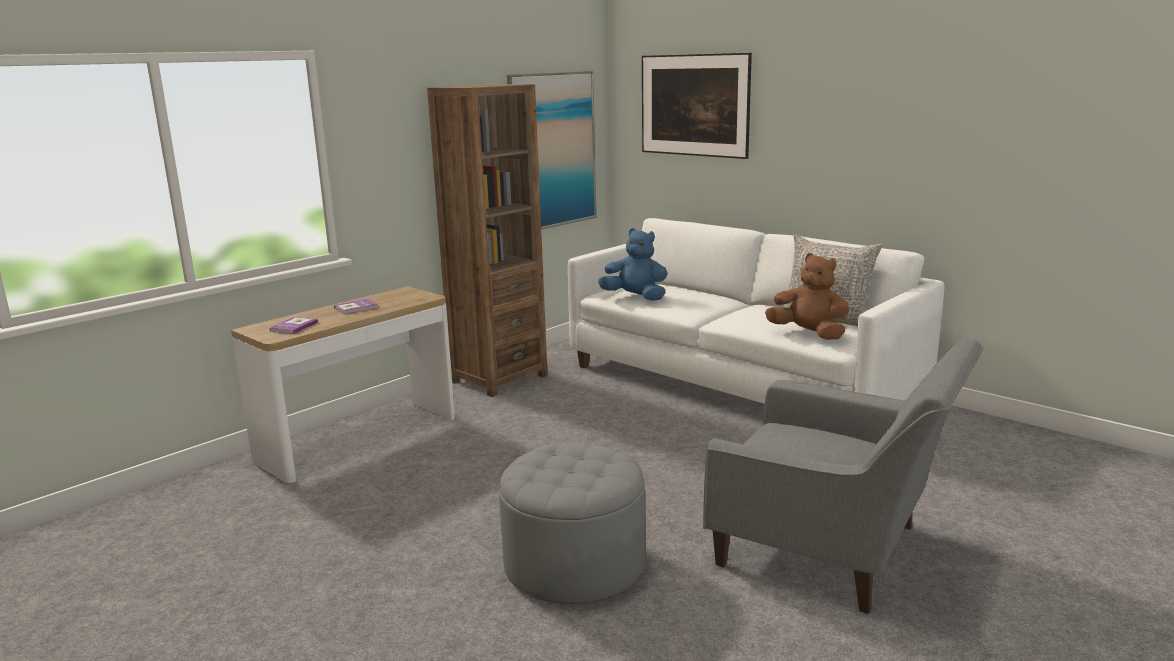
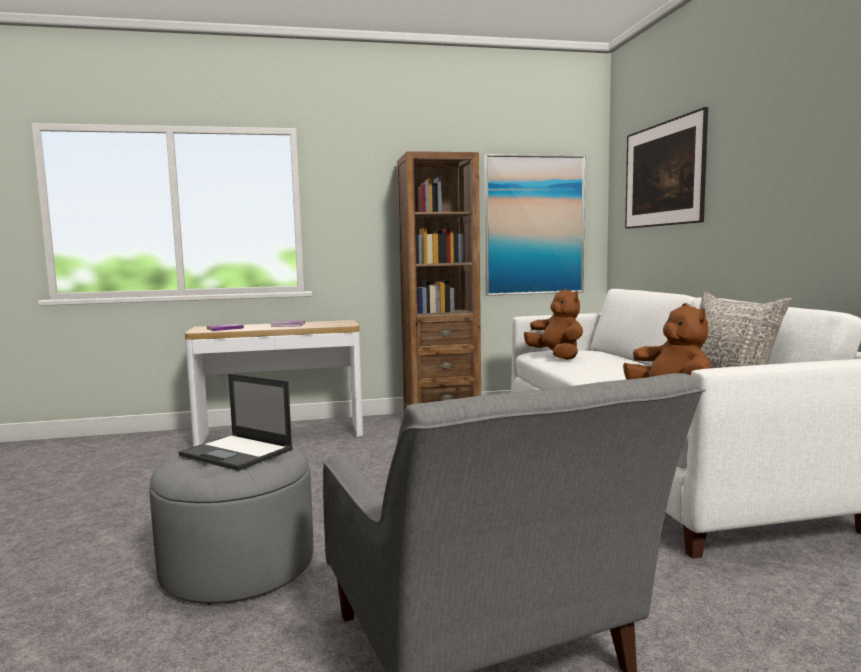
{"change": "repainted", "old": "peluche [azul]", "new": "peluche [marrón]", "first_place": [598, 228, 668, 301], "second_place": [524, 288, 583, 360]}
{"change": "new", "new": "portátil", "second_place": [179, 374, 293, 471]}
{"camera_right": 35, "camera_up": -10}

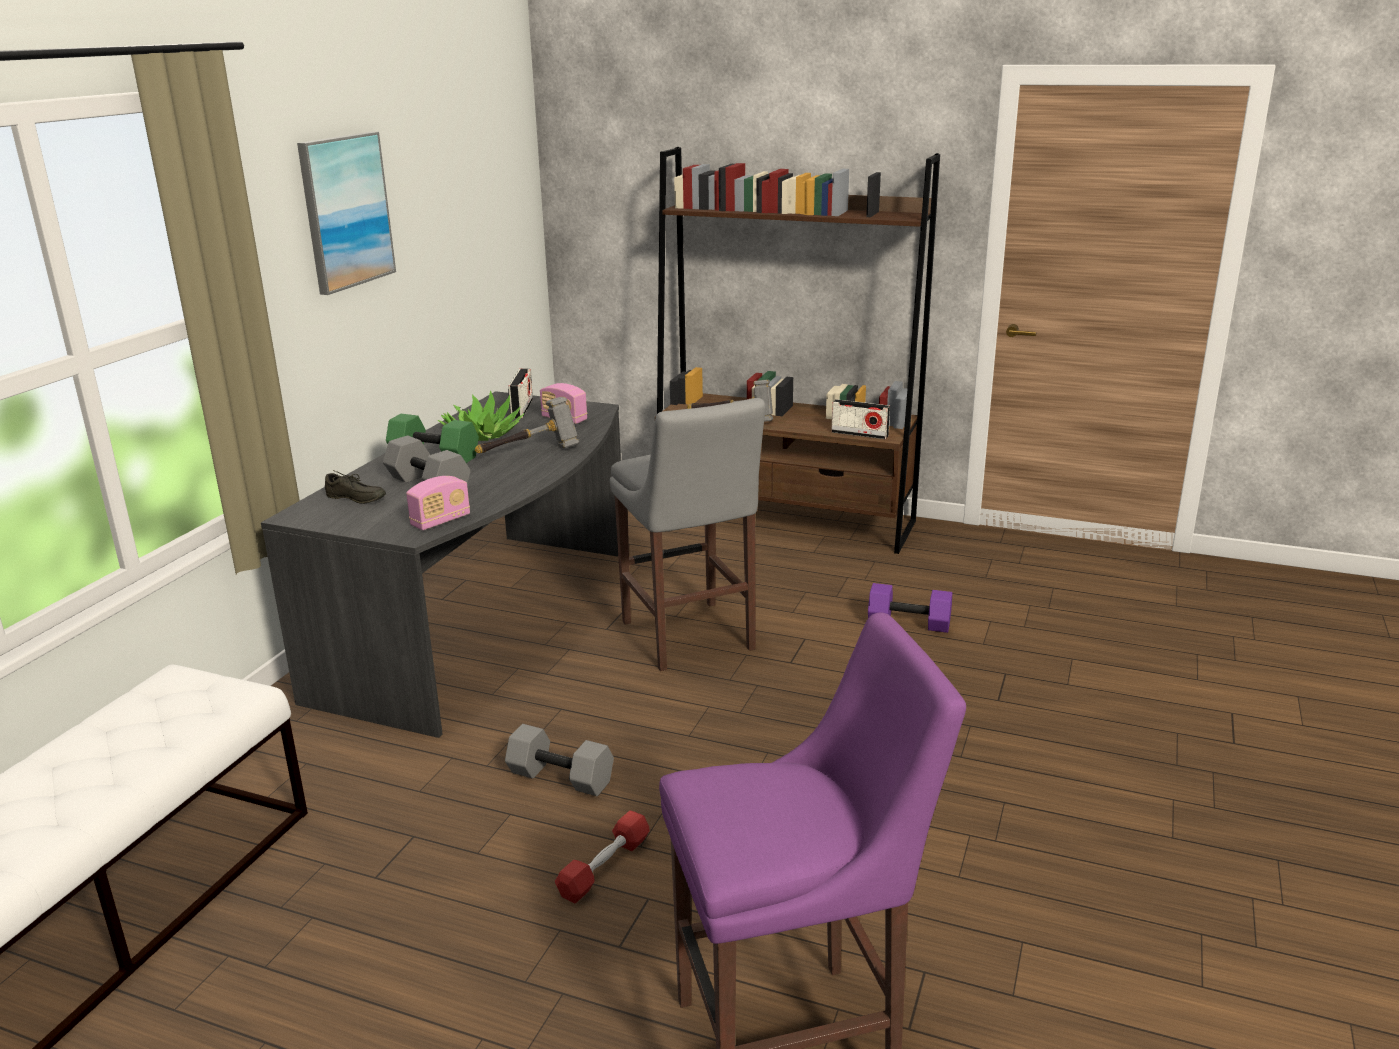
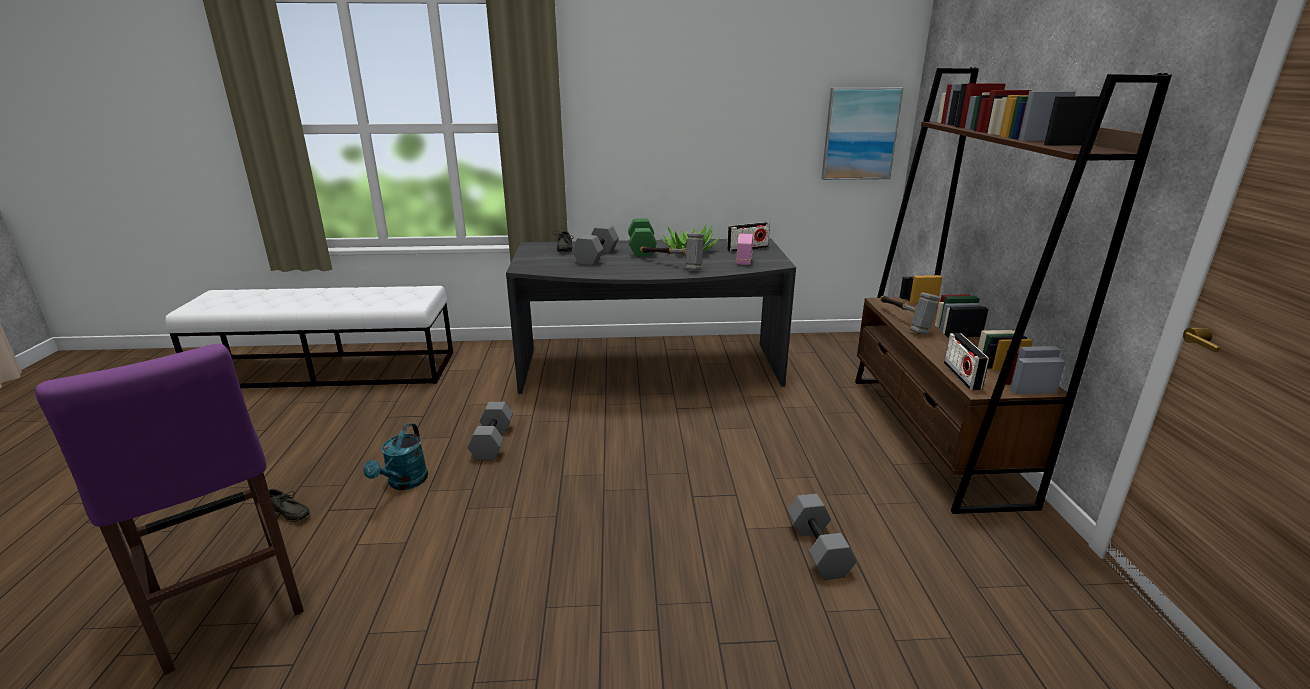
{"change": "shifted", "old": "cuadro", "first_place": [297, 132, 396, 295], "second_place": [821, 88, 904, 180]}
{"change": "gone", "old": "taburete [gris]", "first_place": [610, 398, 765, 671]}
{"change": "gone", "old": "radio", "first_place": [406, 476, 470, 530]}
{"change": "repainted", "old": "mancuerna [morado]", "new": "mancuerna [gris]", "first_place": [868, 583, 952, 633], "second_place": [788, 494, 857, 580]}
{"change": "swapped", "old": "mancuerna [rojo]", "new": "regadera [turquesa]", "first_place": [555, 810, 650, 903], "second_place": [363, 423, 428, 490]}
{"change": "new", "new": "zapato [gris]", "second_place": [269, 489, 310, 522]}
{"camera_right": 65, "camera_up": 0}

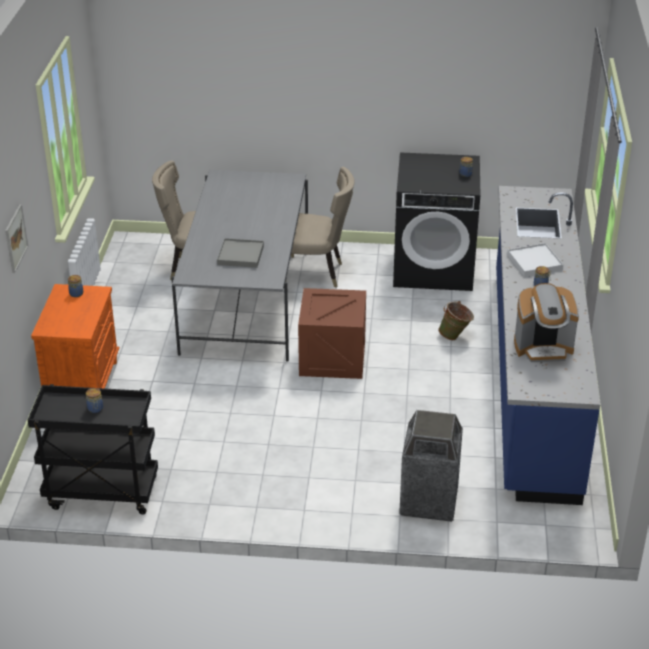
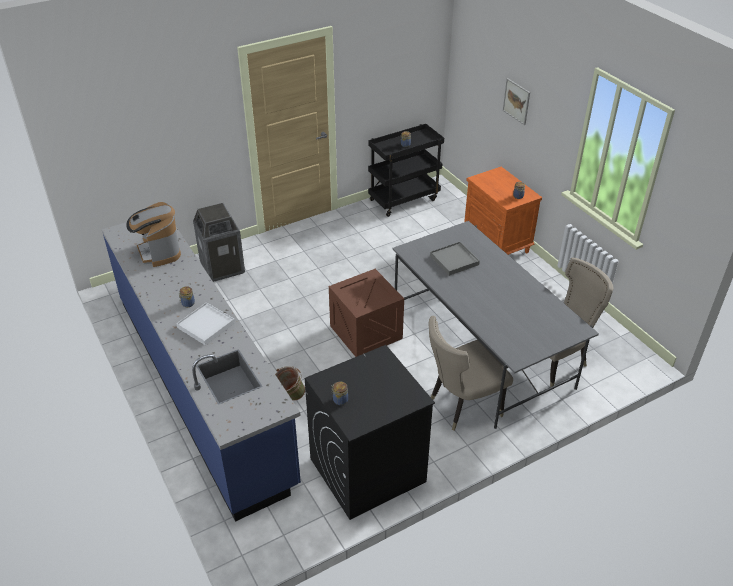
{"change": "rotated", "old": "cafetera", "first_place": [514, 283, 579, 362], "second_place": [126, 202, 181, 267], "degrees": -75}
{"camera_right": 145, "camera_up": 5}

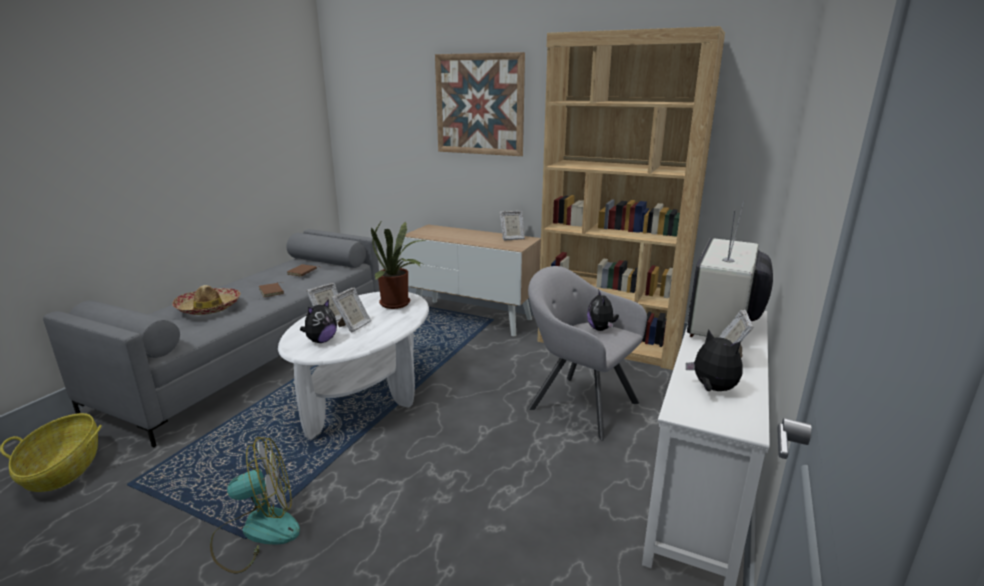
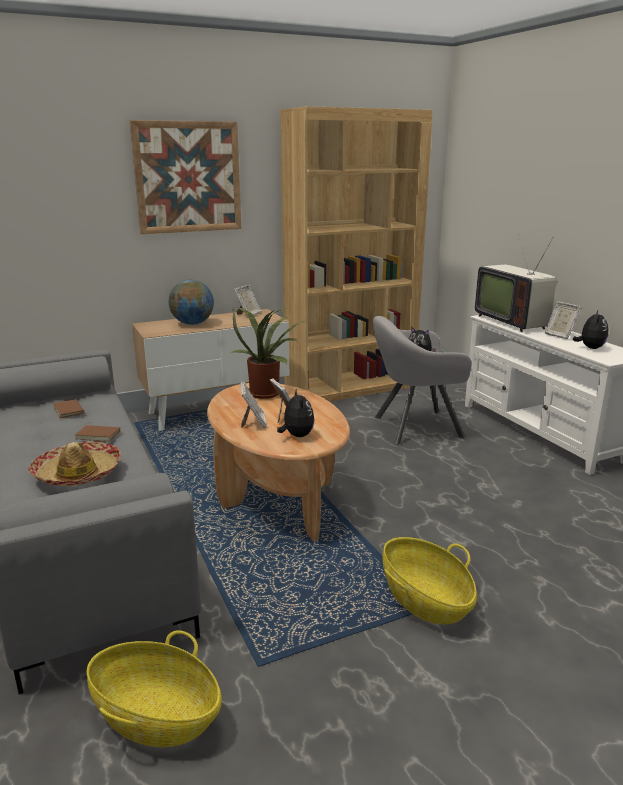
{"change": "repainted", "old": "mesa de centro [blanco]", "new": "mesa de centro [marrón]", "first_place": [278, 292, 429, 440], "second_place": [207, 383, 350, 542]}
{"change": "rotated", "old": "peluche", "first_place": [686, 329, 742, 391], "second_place": [573, 309, 608, 349], "degrees": 105}
{"change": "swapped", "old": "ventilador", "new": "cesta", "first_place": [210, 437, 300, 574], "second_place": [383, 537, 477, 624]}
{"change": "new", "new": "globo terráqueo", "second_place": [169, 280, 214, 325]}
{"camera_right": -50, "camera_up": 0}

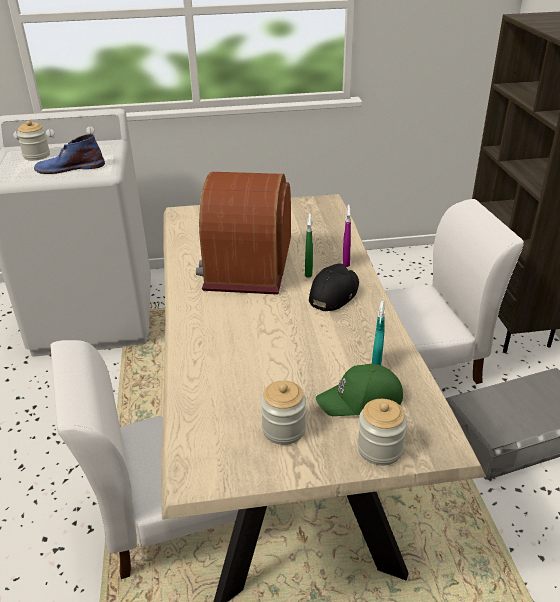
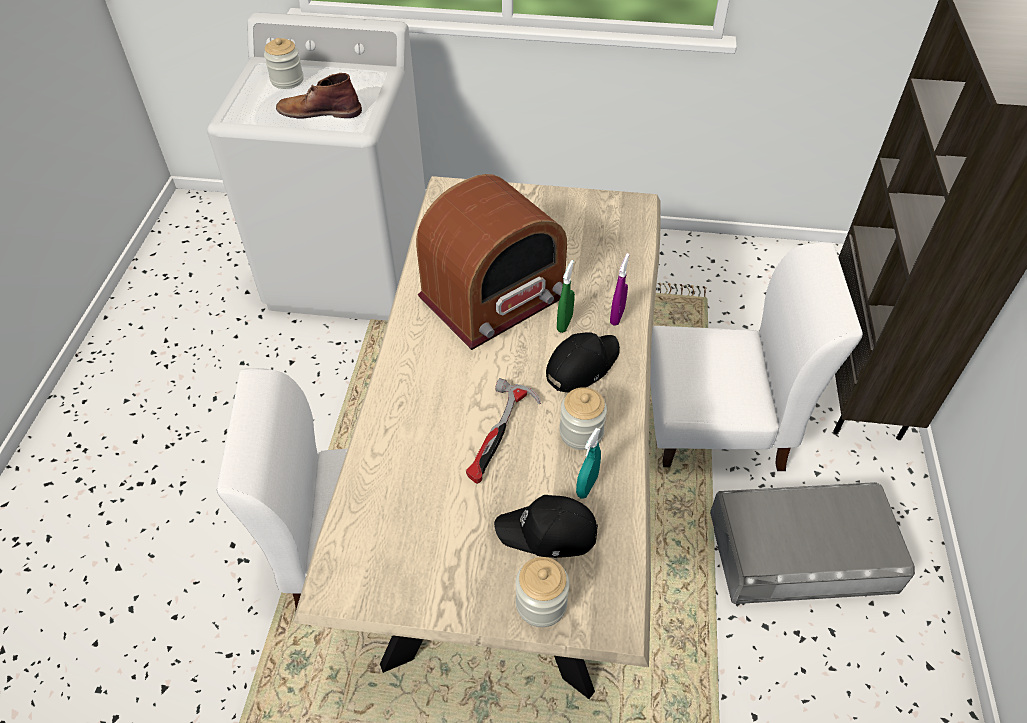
{"change": "repainted", "old": "bota [azul]", "new": "bota [marrón]", "first_place": [34, 134, 105, 174], "second_place": [276, 73, 362, 119]}
{"change": "rotated", "old": "radio", "first_place": [196, 172, 291, 295], "second_place": [416, 174, 567, 350], "degrees": -150}
{"change": "repainted", "old": "gorra [verde]", "new": "gorra [negro]", "first_place": [316, 364, 403, 416], "second_place": [494, 495, 598, 558]}
{"change": "shifted", "old": "tarro", "first_place": [261, 381, 306, 445], "second_place": [559, 387, 607, 450]}
{"change": "new", "new": "martillo", "second_place": [466, 378, 541, 484]}
{"camera_right": 15, "camera_up": 15}

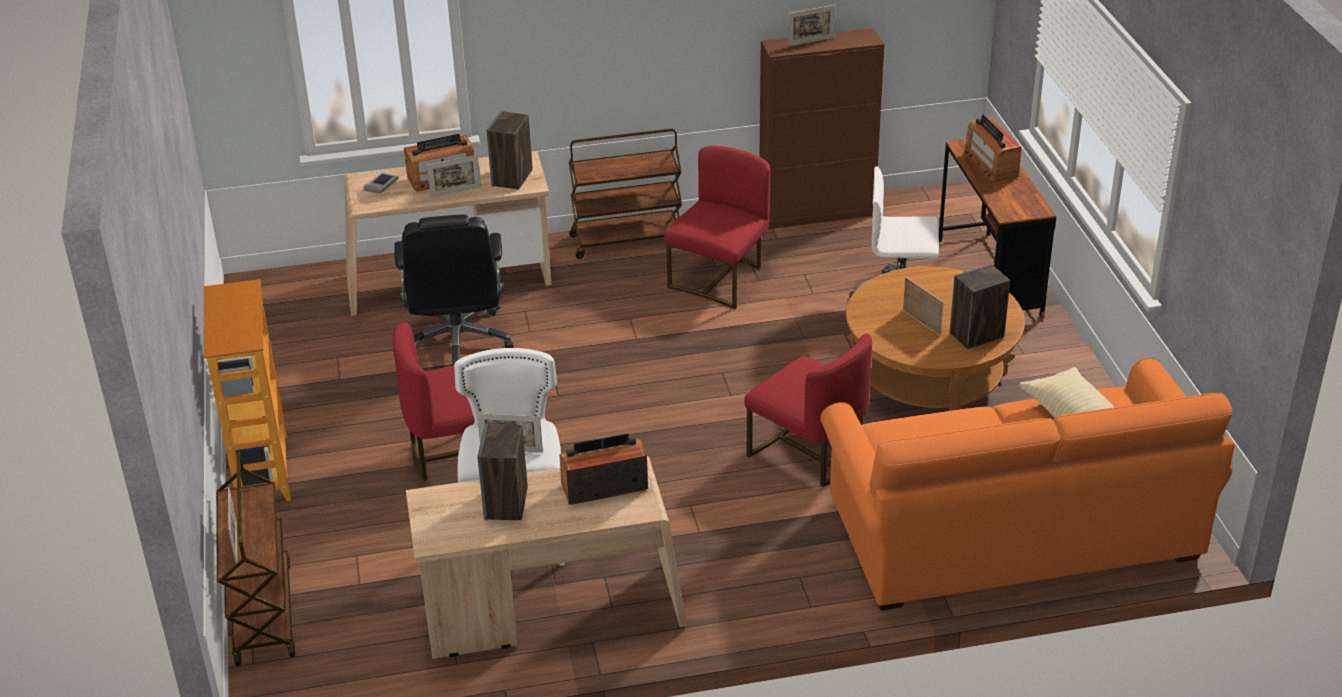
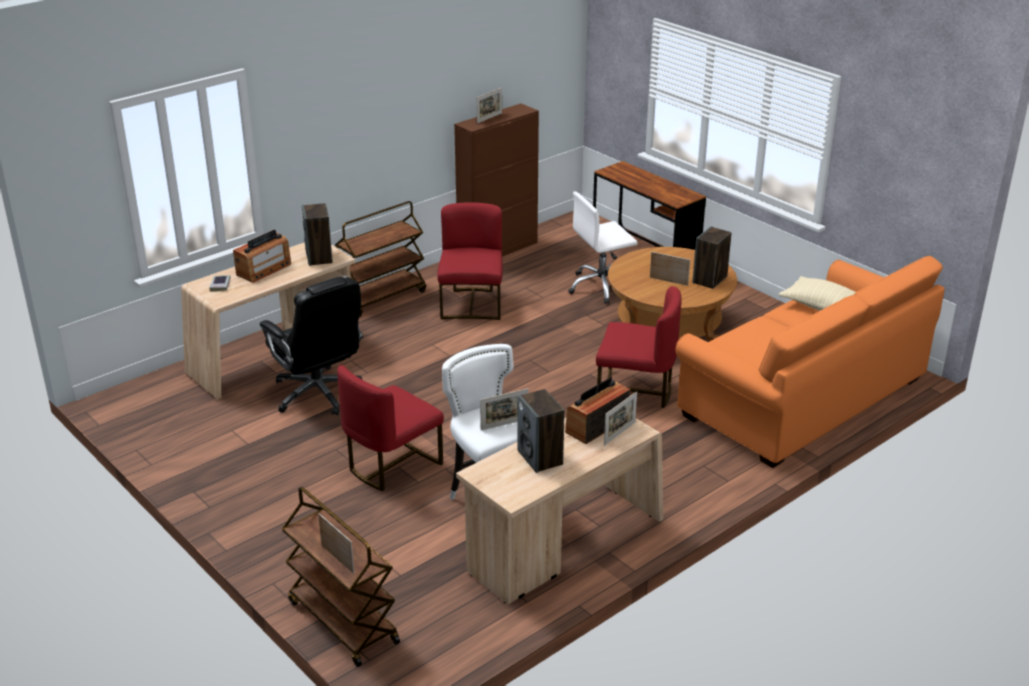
{"change": "gone", "old": "radio", "first_place": [963, 114, 1022, 182]}
{"change": "shifted", "old": "portarretratos", "first_place": [427, 155, 481, 198], "second_place": [604, 391, 637, 445]}
{"change": "gone", "old": "estantería", "first_place": [204, 279, 291, 501]}
{"camera_right": -30, "camera_up": -5}

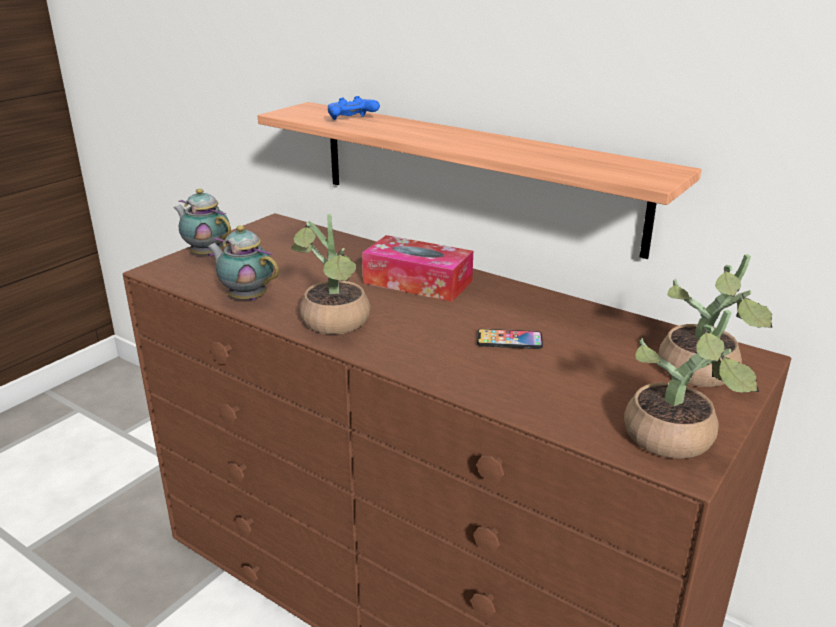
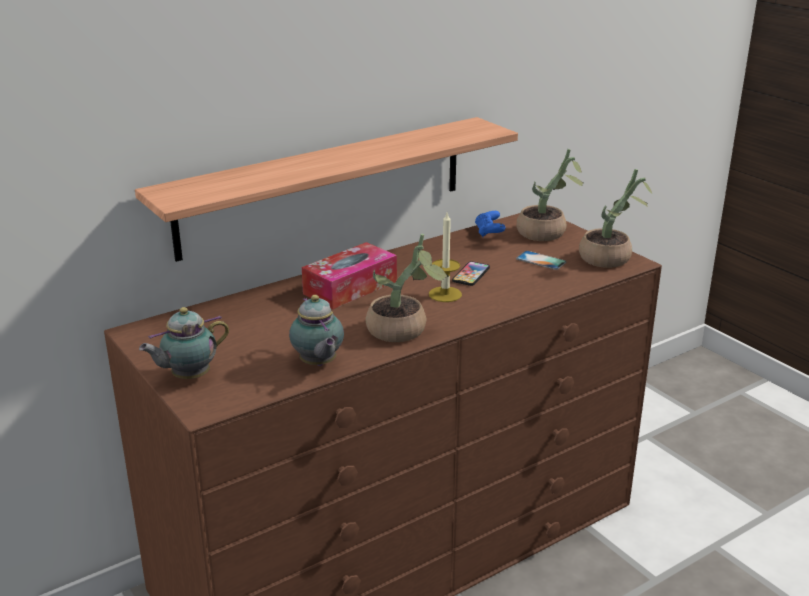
{"change": "shifted", "old": "mando de consola [azul]", "first_place": [328, 96, 380, 120], "second_place": [475, 211, 506, 237]}
{"change": "rotated", "old": "tetera", "first_place": [207, 225, 279, 301], "second_place": [289, 295, 344, 366], "degrees": -75}
{"change": "new", "new": "vela", "second_place": [429, 213, 462, 302]}
{"change": "new", "new": "móvil", "second_place": [516, 251, 567, 270]}
{"camera_right": -70, "camera_up": 0}

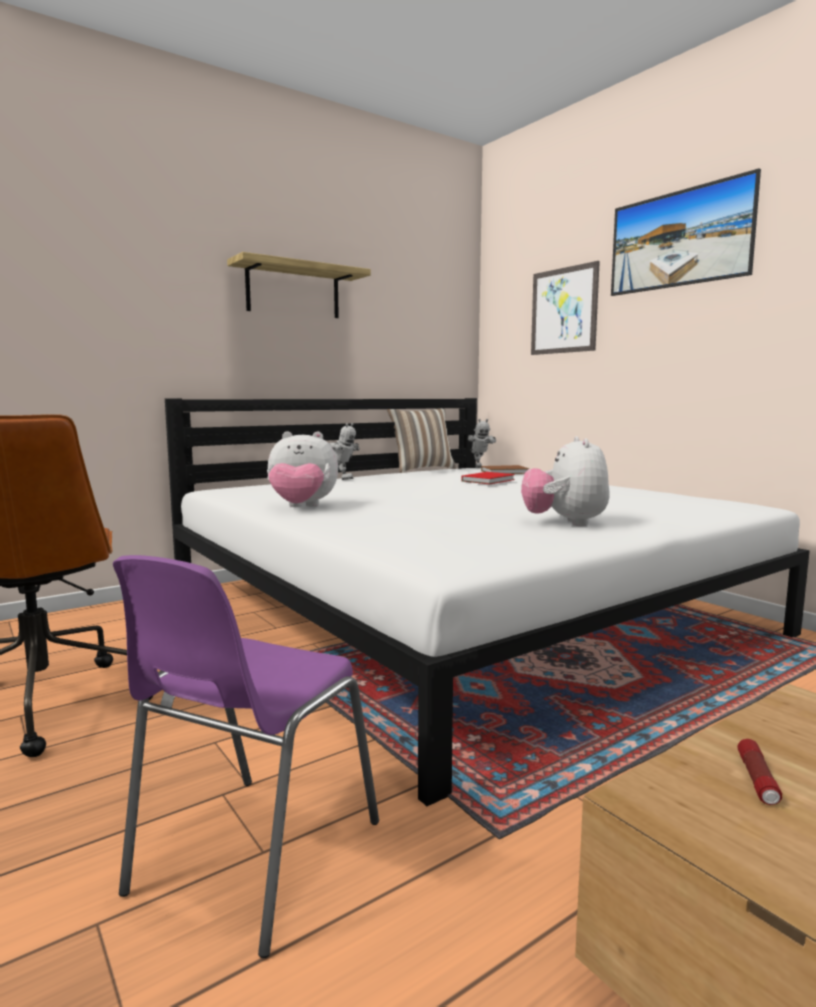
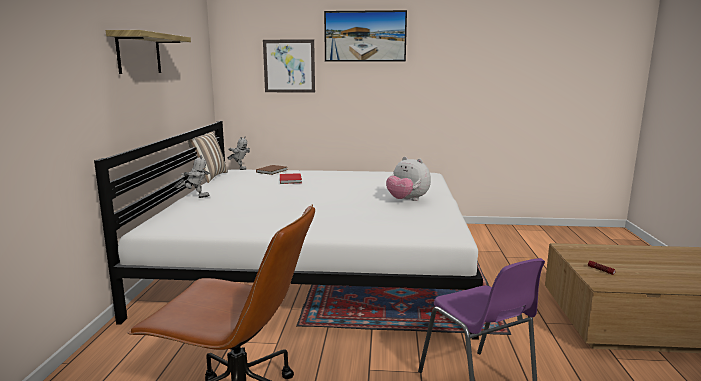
{"change": "gone", "old": "peluche", "first_place": [267, 431, 338, 507]}
{"camera_right": -50, "camera_up": 5}

